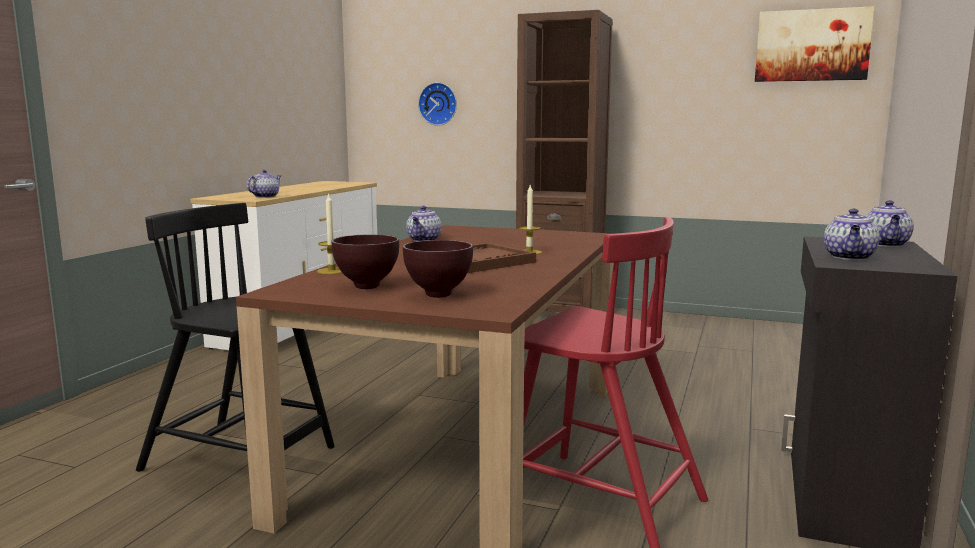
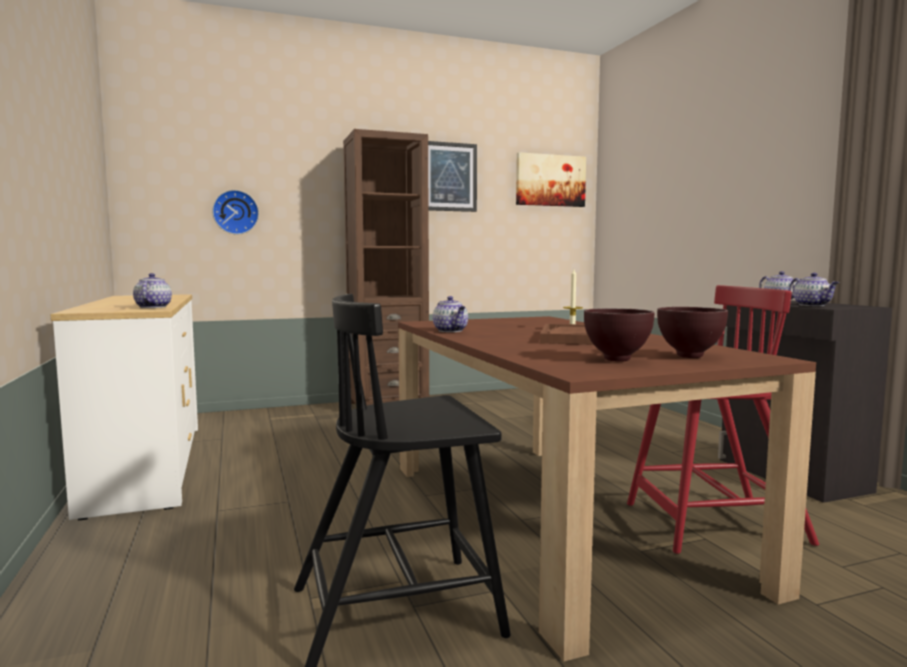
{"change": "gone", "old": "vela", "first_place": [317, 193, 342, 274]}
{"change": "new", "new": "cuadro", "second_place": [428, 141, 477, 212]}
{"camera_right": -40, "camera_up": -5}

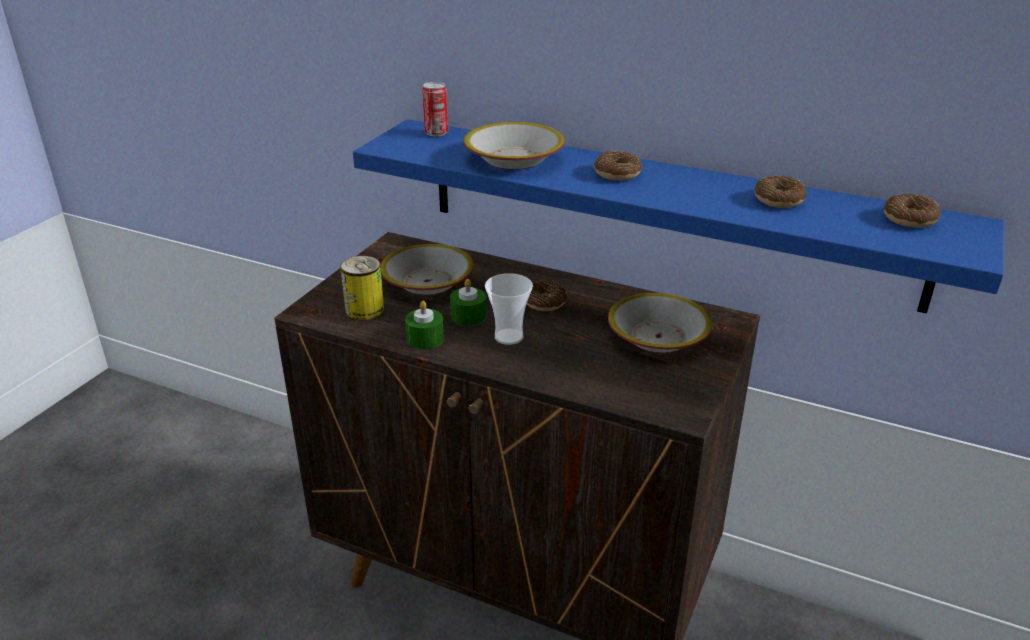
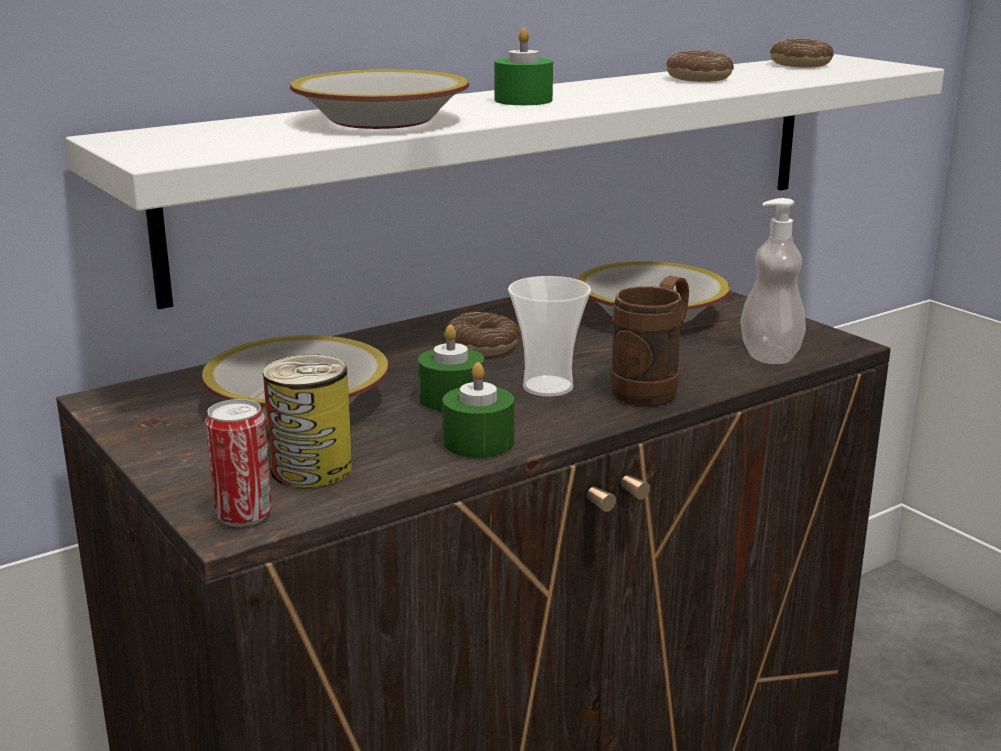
{"change": "shifted", "old": "lata", "first_place": [422, 82, 448, 136], "second_place": [205, 399, 272, 527]}
{"change": "repainted", "old": "estante [azul]", "new": "estante [blanco]", "first_place": [353, 119, 1004, 314], "second_place": [66, 54, 944, 309]}
{"change": "swapped", "old": "rosquilla", "new": "vela [verde]", "first_place": [594, 151, 642, 181], "second_place": [494, 28, 553, 105]}
{"change": "new", "new": "dispensador de jabón", "second_place": [740, 198, 806, 364]}
{"change": "new", "new": "taza grande [marrón]", "second_place": [611, 276, 689, 406]}
{"camera_right": -60, "camera_up": -10}

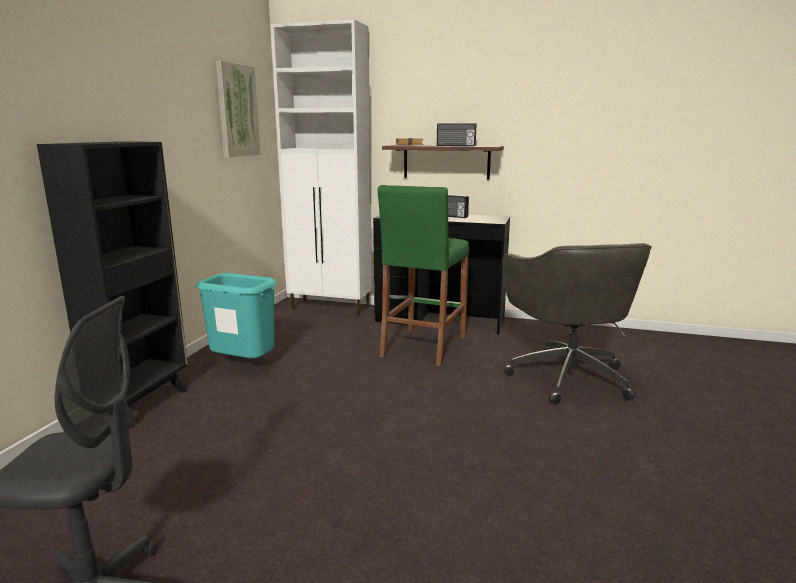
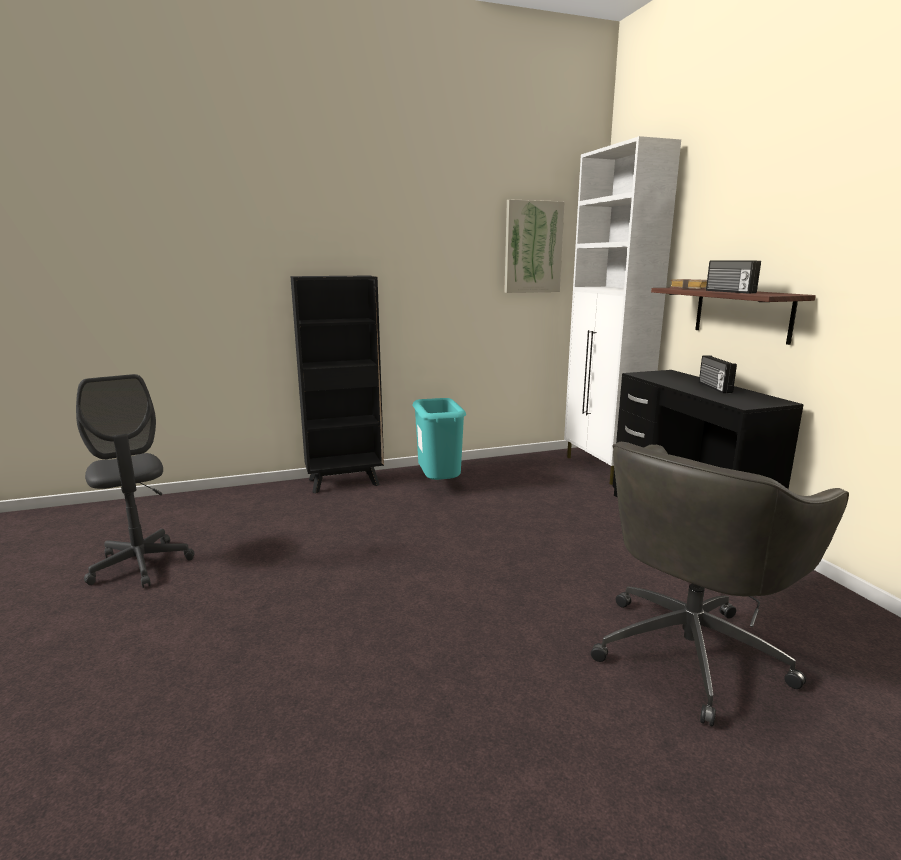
{"change": "gone", "old": "taburete [verde]", "first_place": [378, 185, 469, 367]}
{"camera_right": 55, "camera_up": 0}

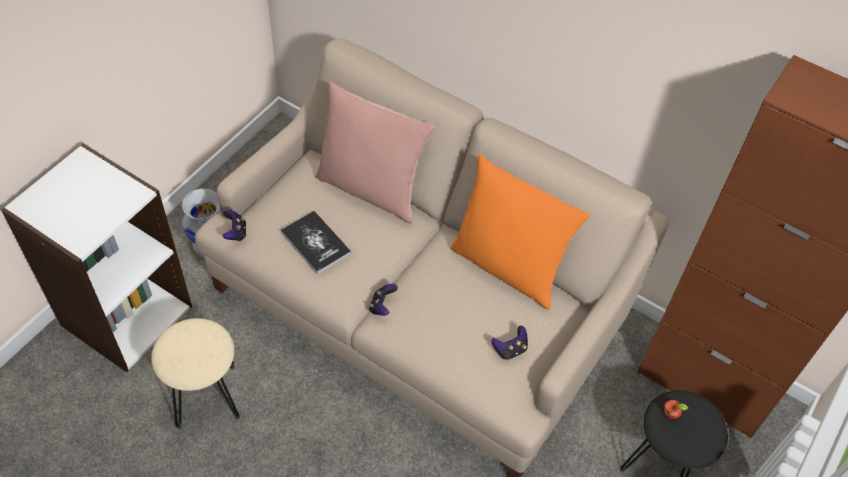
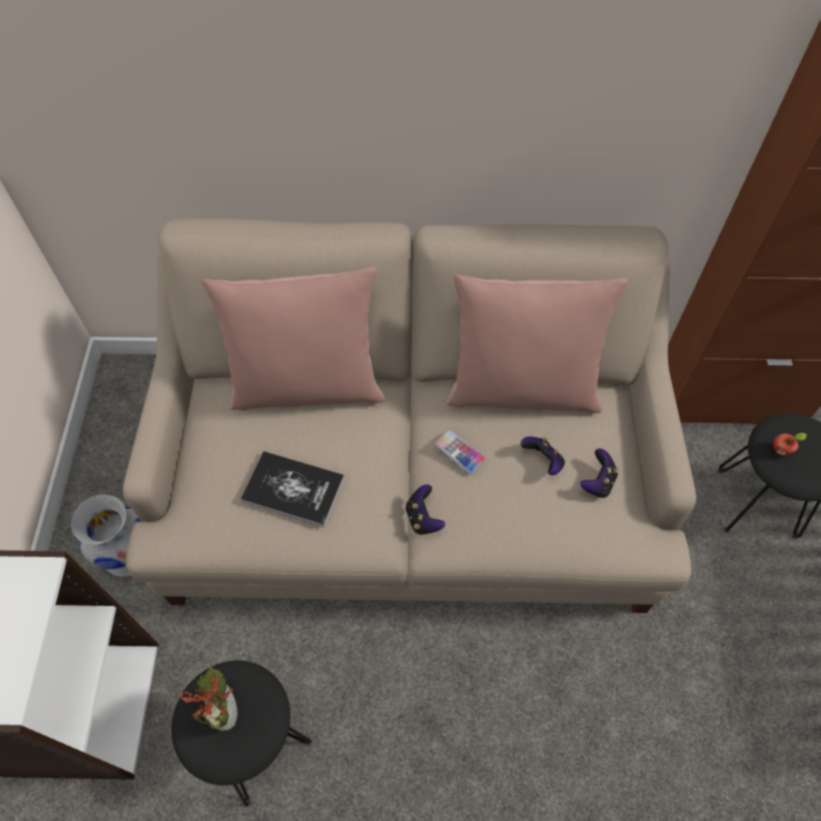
{"change": "repainted", "old": "cojín [naranja]", "new": "cojín [rosa]", "first_place": [450, 154, 590, 310], "second_place": [446, 274, 628, 413]}
{"change": "shifted", "old": "mando de consola", "first_place": [222, 209, 246, 241], "second_place": [521, 437, 565, 475]}
{"change": "repainted", "old": "taburete [beis]", "new": "taburete [negro]", "first_place": [151, 318, 240, 429], "second_place": [171, 660, 312, 807]}
{"change": "new", "new": "móvil", "second_place": [435, 430, 486, 474]}
{"change": "new", "new": "planta en maceta", "second_place": [179, 667, 237, 731]}
{"camera_right": -30, "camera_up": 5}

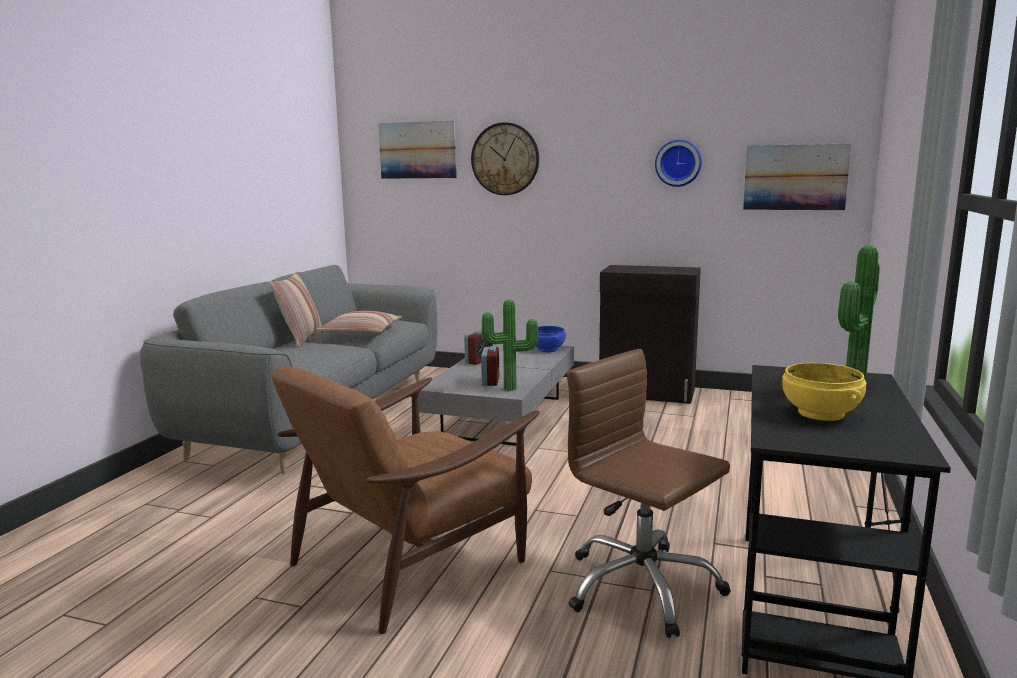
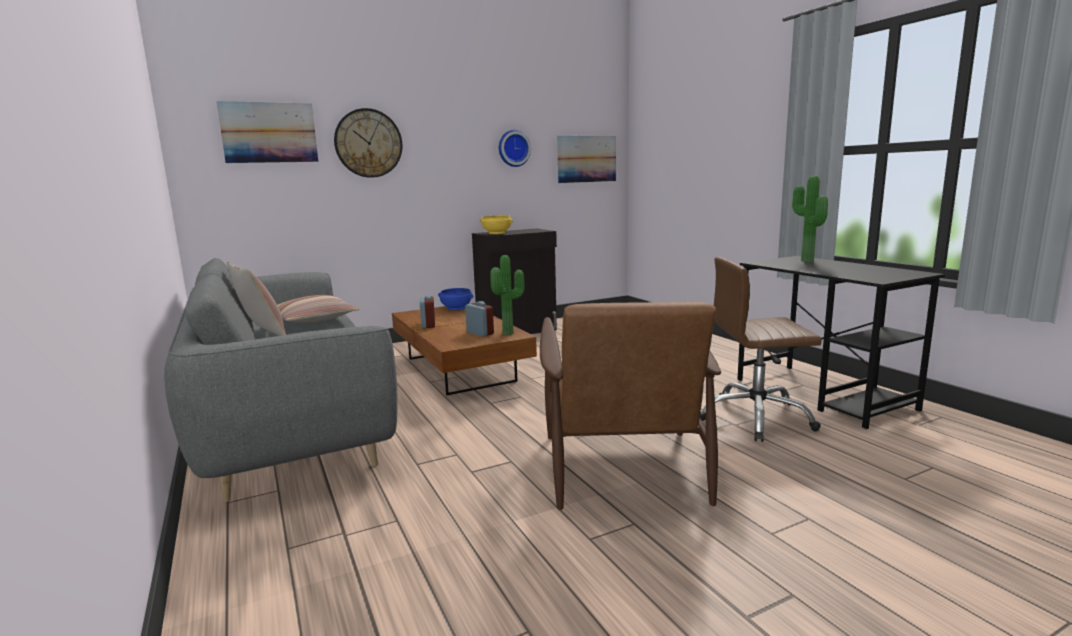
{"change": "repainted", "old": "mesa de centro [gris]", "new": "mesa de centro [marrón]", "first_place": [418, 343, 574, 446], "second_place": [392, 306, 537, 395]}
{"change": "shifted", "old": "cuenco [amarillo]", "first_place": [782, 363, 866, 421], "second_place": [480, 215, 513, 234]}
{"camera_right": -45, "camera_up": 0}

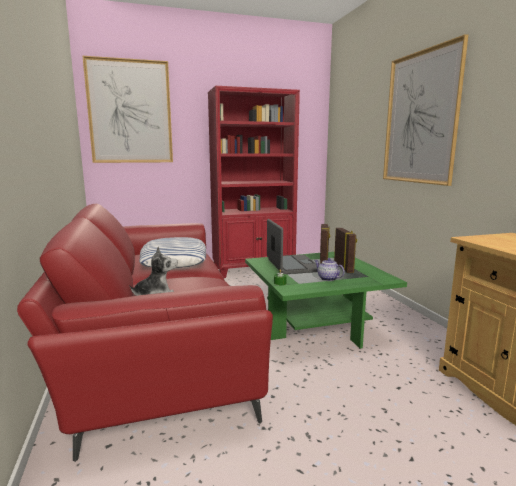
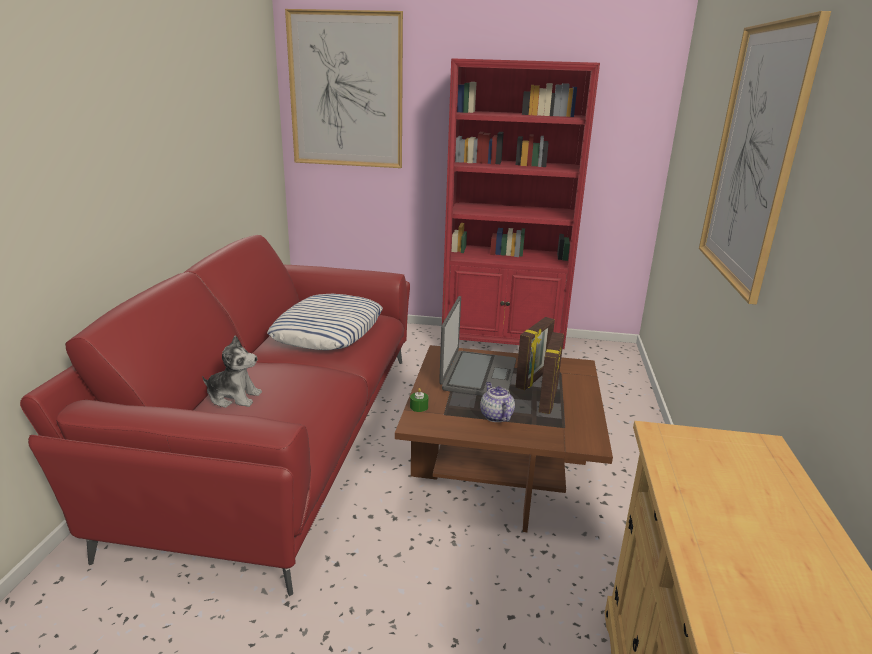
{"change": "repainted", "old": "mesa de centro [verde]", "new": "mesa de centro [marrón]", "first_place": [245, 252, 407, 348], "second_place": [395, 345, 613, 532]}
{"camera_right": 25, "camera_up": 10}

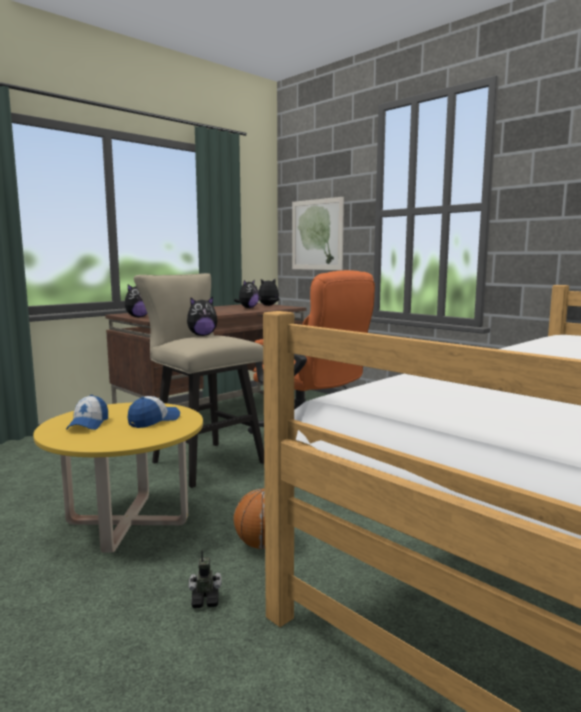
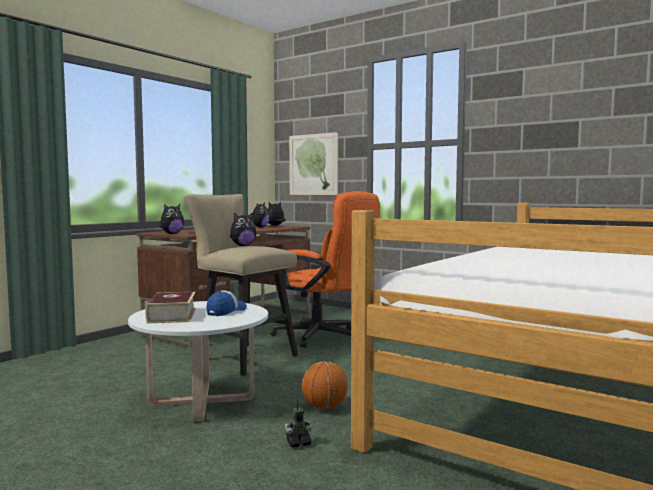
{"change": "swapped", "old": "gorra", "new": "libro", "first_place": [66, 395, 108, 430], "second_place": [146, 292, 196, 323]}
{"change": "repainted", "old": "mesa de centro [amarillo]", "new": "mesa de centro [blanco]", "first_place": [33, 403, 203, 552], "second_place": [128, 301, 268, 421]}
{"camera_right": -10, "camera_up": -5}

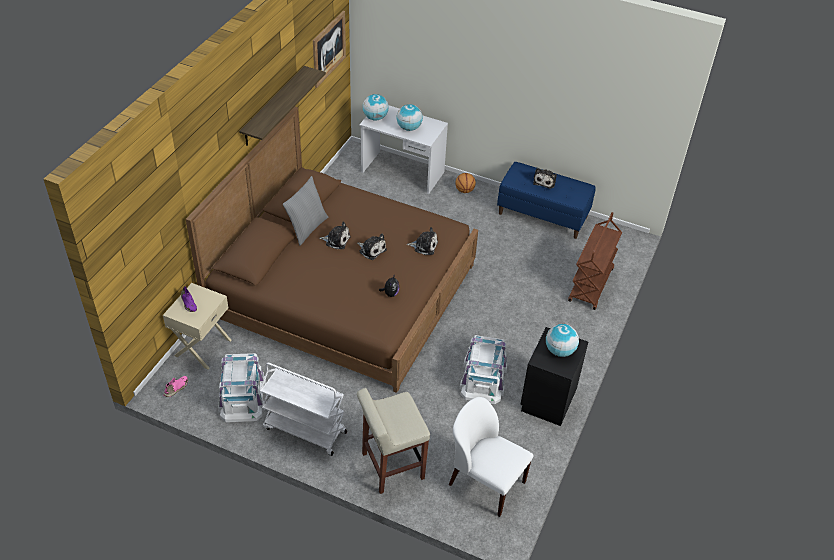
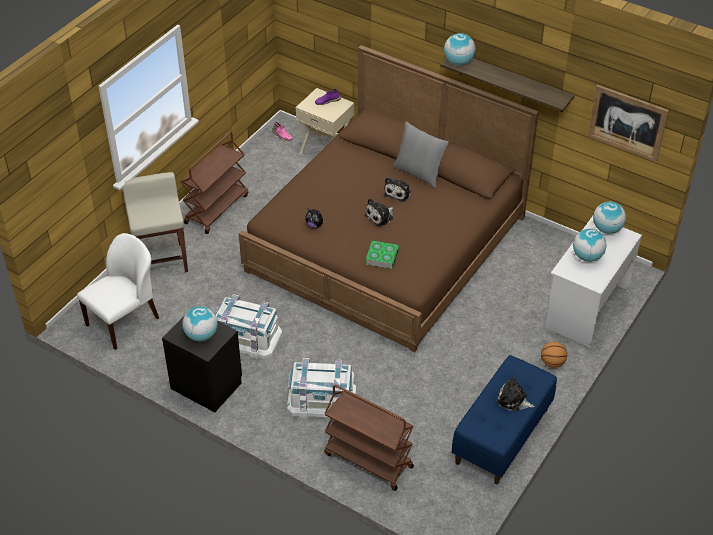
{"change": "swapped", "old": "peluche", "new": "libro", "first_place": [407, 227, 438, 255], "second_place": [366, 241, 399, 269]}
{"change": "shifted", "old": "caja de almacenaje [blanco]", "first_place": [218, 353, 266, 422], "second_place": [287, 358, 356, 420]}
{"change": "repainted", "old": "carrito [blanco]", "new": "carrito [marrón]", "first_place": [260, 363, 347, 456], "second_place": [180, 132, 248, 234]}
{"change": "new", "new": "globo terráqueo", "second_place": [444, 33, 476, 65]}
{"camera_right": 100, "camera_up": 0}

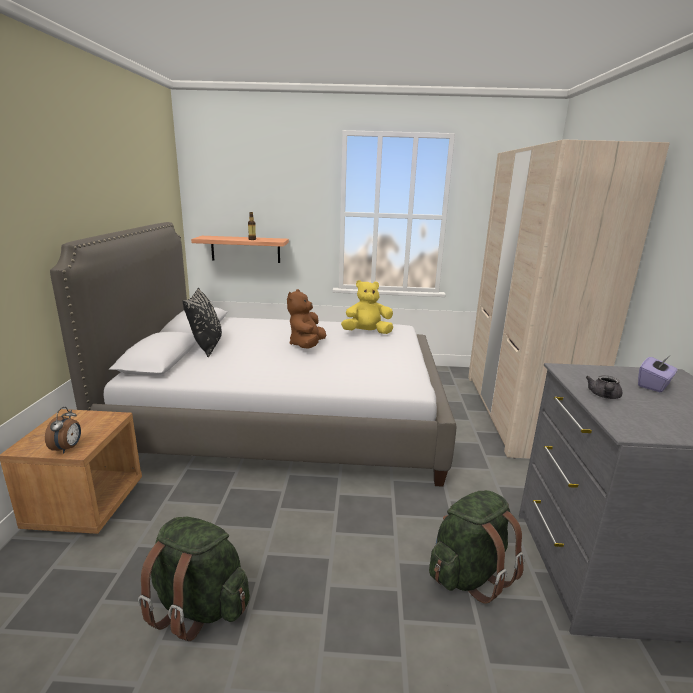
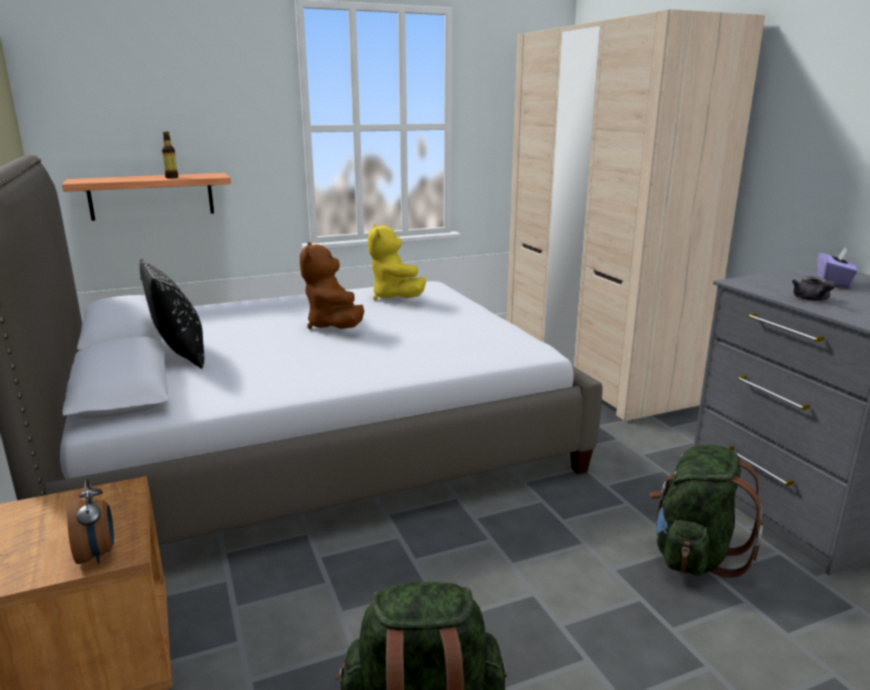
{"change": "rotated", "old": "peluche [amarillo]", "first_place": [341, 280, 393, 334], "second_place": [368, 224, 426, 300], "degrees": -75}
{"camera_right": -25, "camera_up": 0}

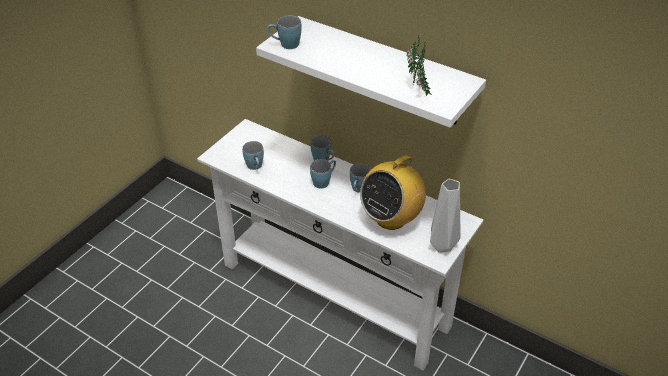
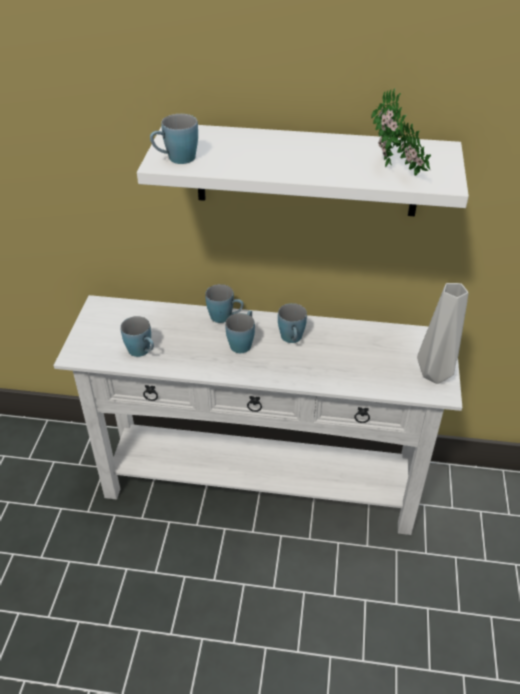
{"change": "gone", "old": "radio", "first_place": [360, 149, 426, 230]}
{"camera_right": -25, "camera_up": 0}

